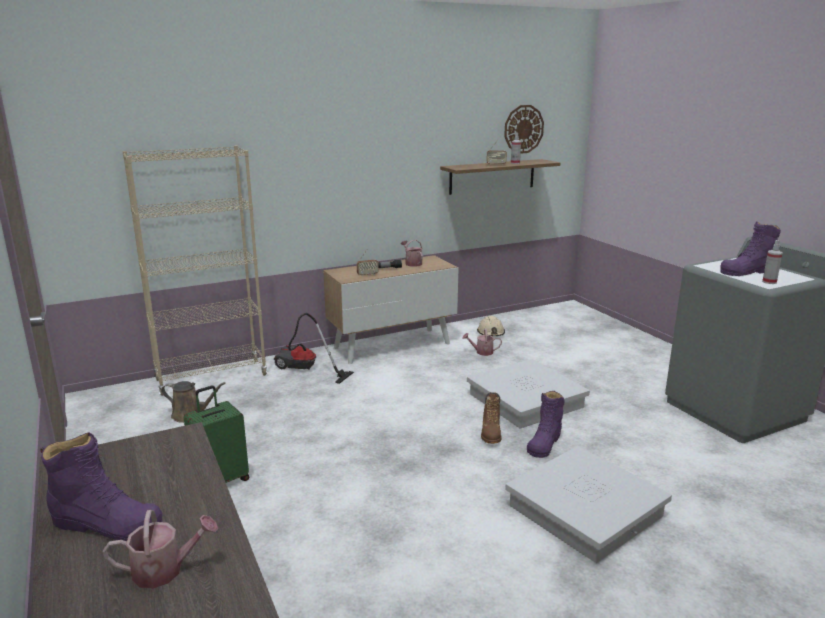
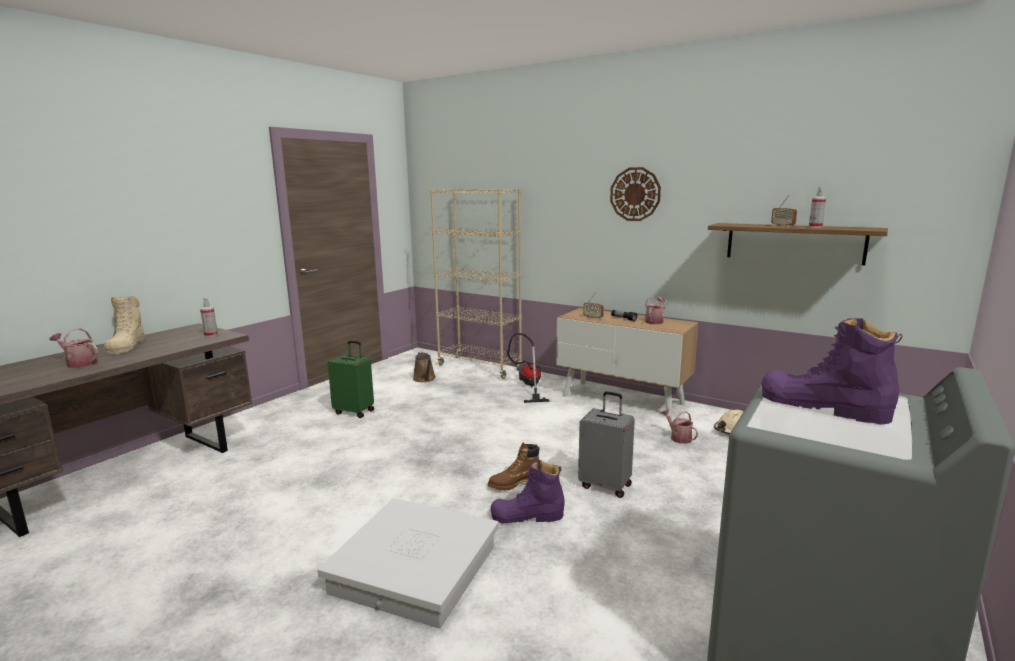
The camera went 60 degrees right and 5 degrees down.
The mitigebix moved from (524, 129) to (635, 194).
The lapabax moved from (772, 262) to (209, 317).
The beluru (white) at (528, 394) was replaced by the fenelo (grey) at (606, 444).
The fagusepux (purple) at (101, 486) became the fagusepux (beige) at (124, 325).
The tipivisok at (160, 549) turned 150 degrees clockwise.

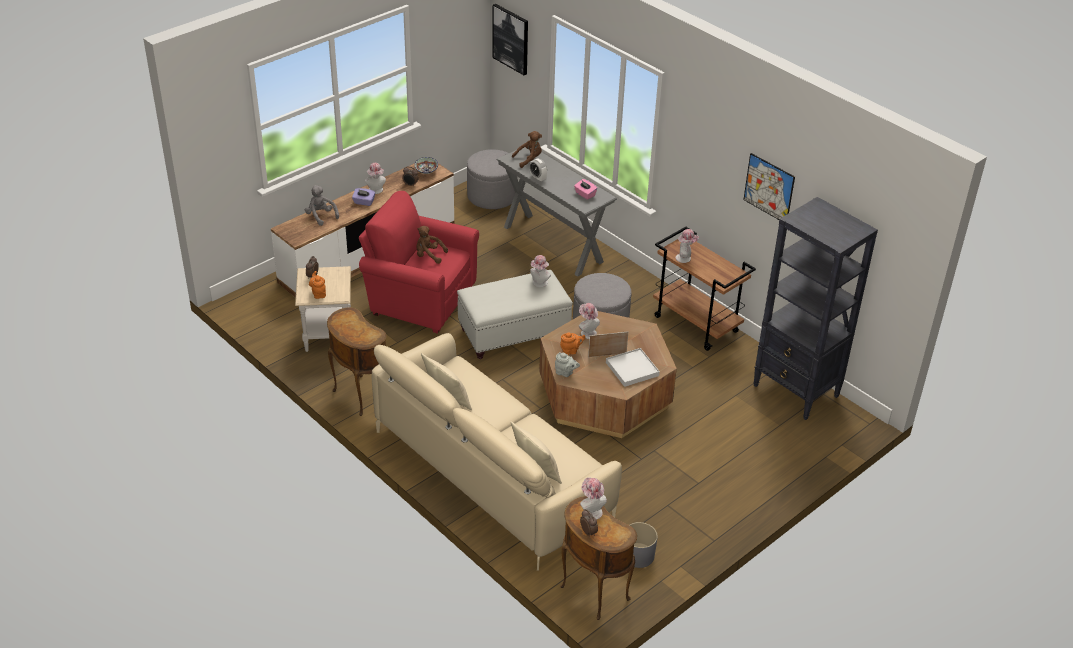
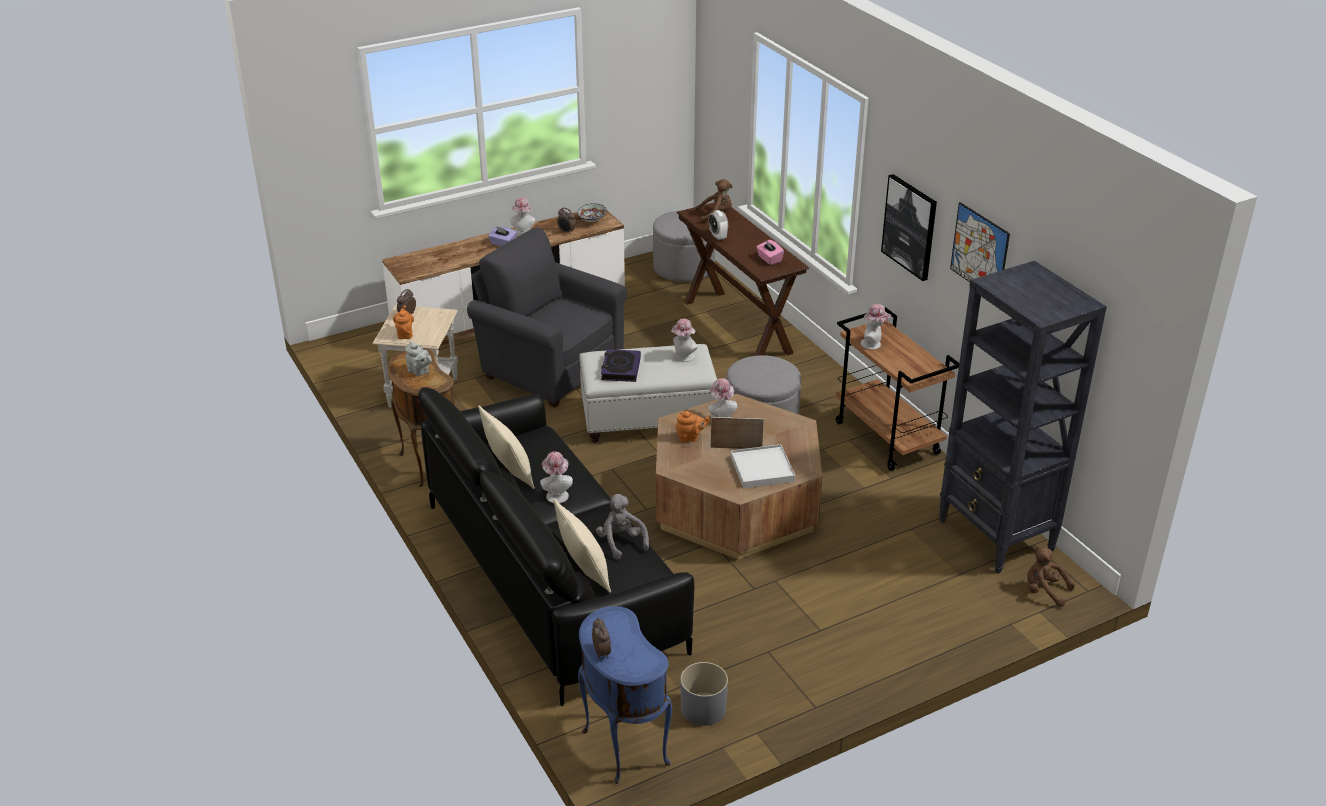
The camera went 15 degrees right and 5 degrees down.
The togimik at (621, 365) appeared.
The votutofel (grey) moved from (322, 205) to (622, 527).
The votutofel (brown) moved from (432, 245) to (1051, 577).
The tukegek moved from (510, 39) to (909, 227).
The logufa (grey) moved from (567, 364) to (418, 359).
The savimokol moved from (593, 498) to (556, 477).
The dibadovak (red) at (419, 262) became the dibadovak (grey) at (547, 318).
The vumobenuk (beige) at (497, 452) became the vumobenuk (black) at (556, 546).
The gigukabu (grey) at (557, 212) became the gigukabu (brown) at (743, 279).
The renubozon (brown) at (598, 558) became the renubozon (blue) at (625, 695).

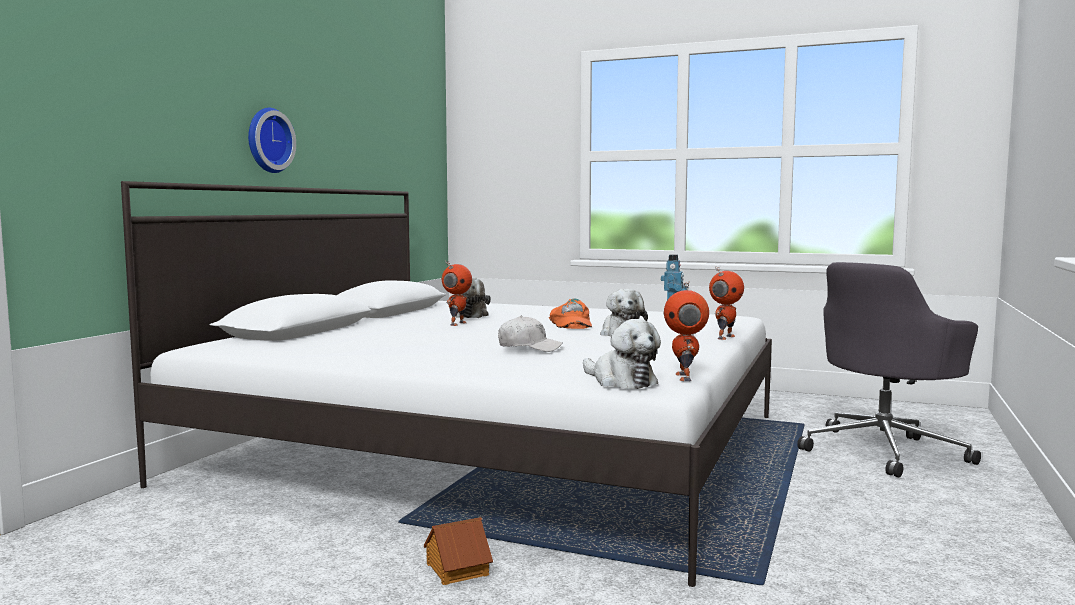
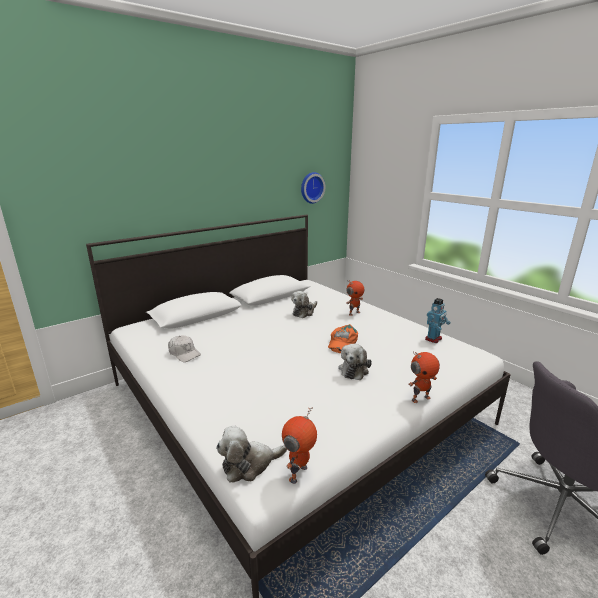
The camera went 30 degrees right and 15 degrees up.
The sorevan at (458, 551) disappeared.
The mitigebix moved from (272, 140) to (313, 188).
The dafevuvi moved from (457, 293) to (355, 298).
The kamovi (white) moved from (530, 334) to (184, 348).
The votutofel at (622, 354) turned 75 degrees clockwise.

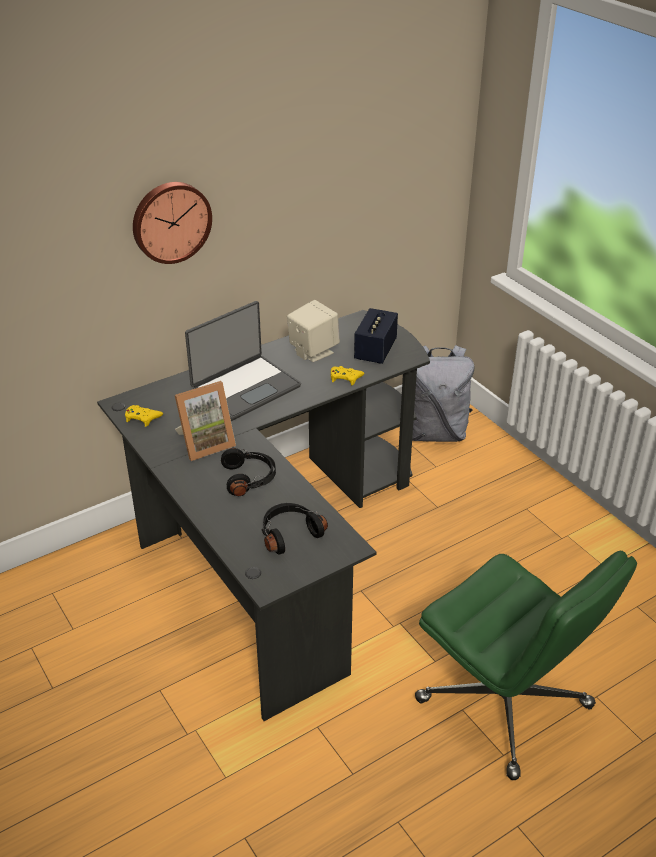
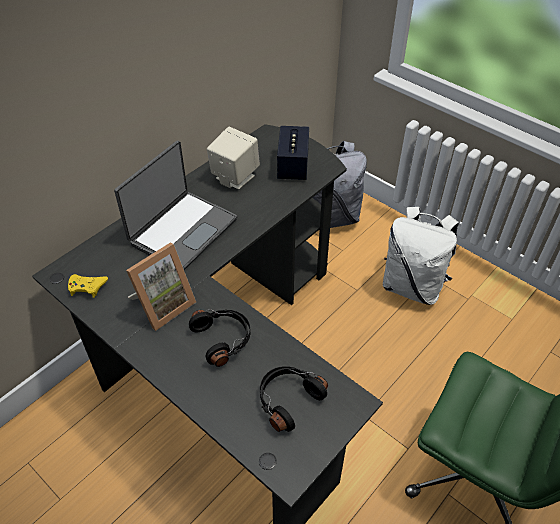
The camera went 15 degrees left and 10 degrees up.
The mitigebix at (172, 223) disappeared.
The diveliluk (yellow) at (347, 376) disappeared.
The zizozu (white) at (421, 256) appeared.

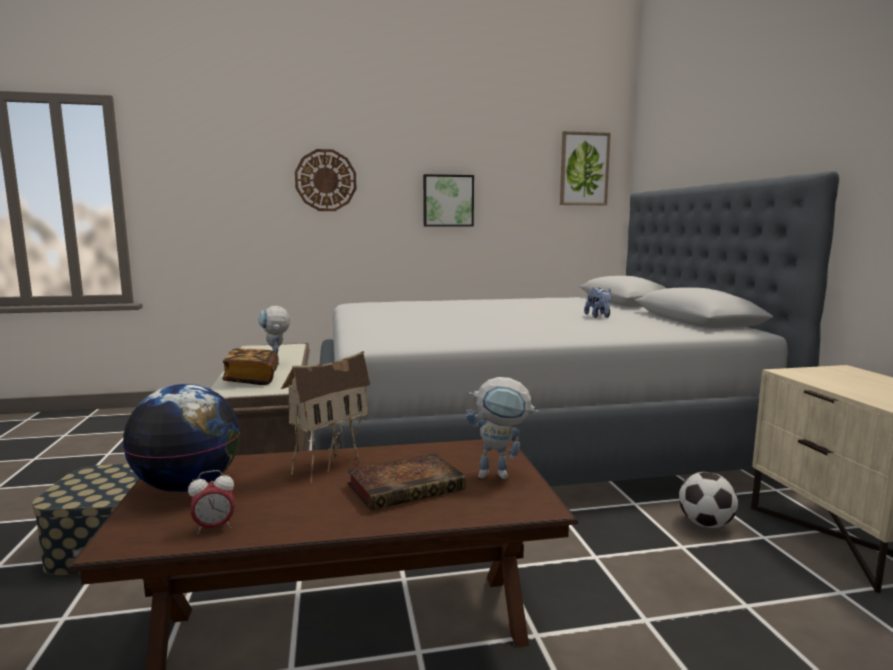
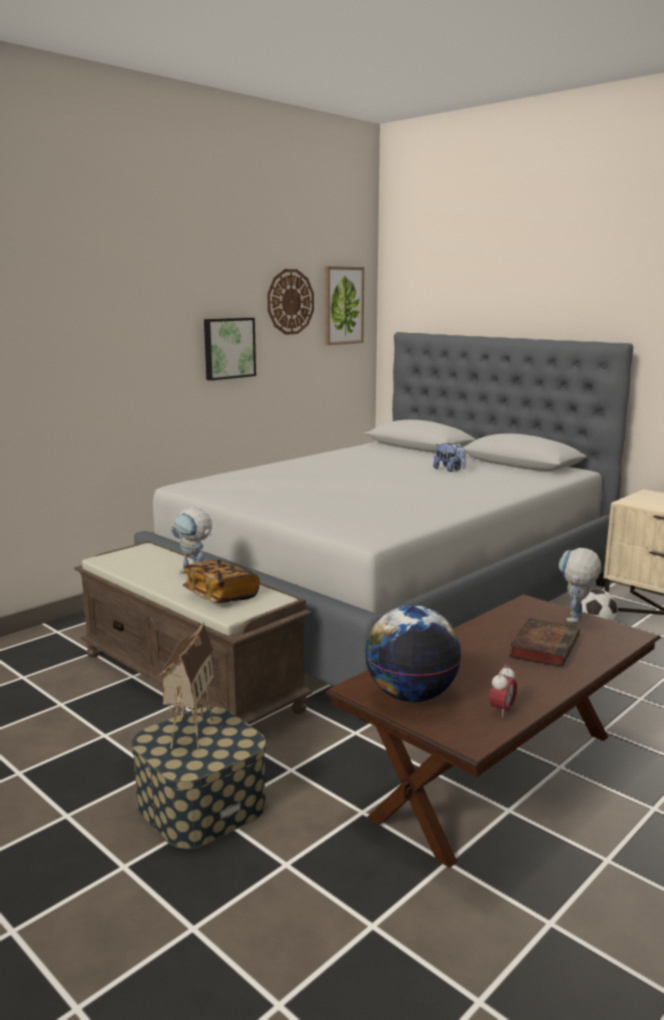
The camera went 35 degrees left and 5 degrees up.
The sorevan moved from (325, 417) to (186, 686).
The mitigebix moved from (326, 180) to (290, 302).
The dafevuvi at (502, 428) turned 150 degrees clockwise.

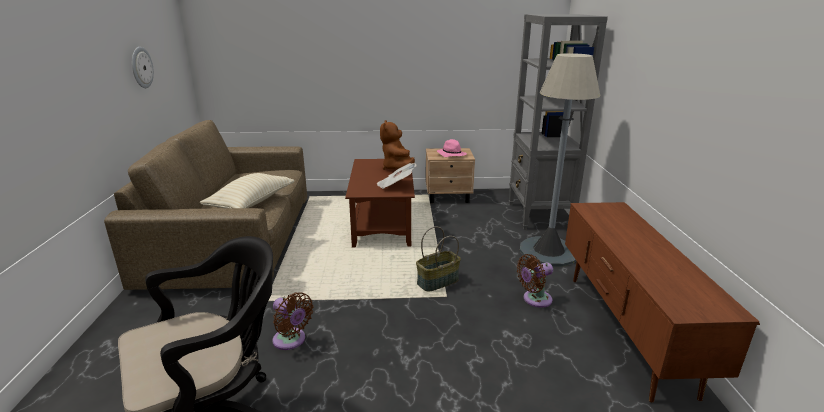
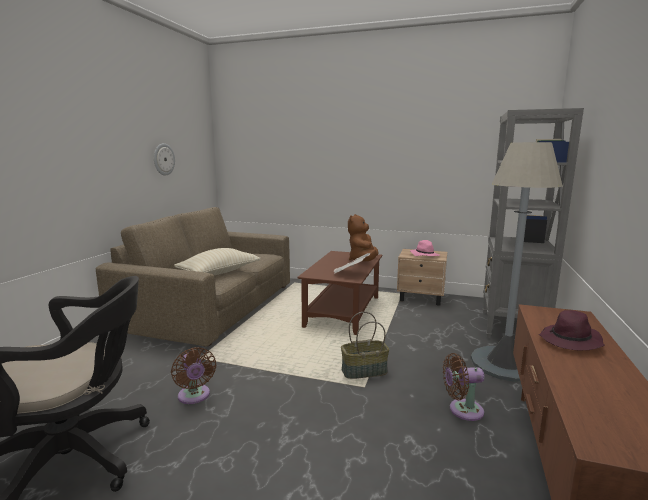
The camera went 20 degrees right and 10 degrees down.
The savimokol (purple) at (572, 330) appeared.

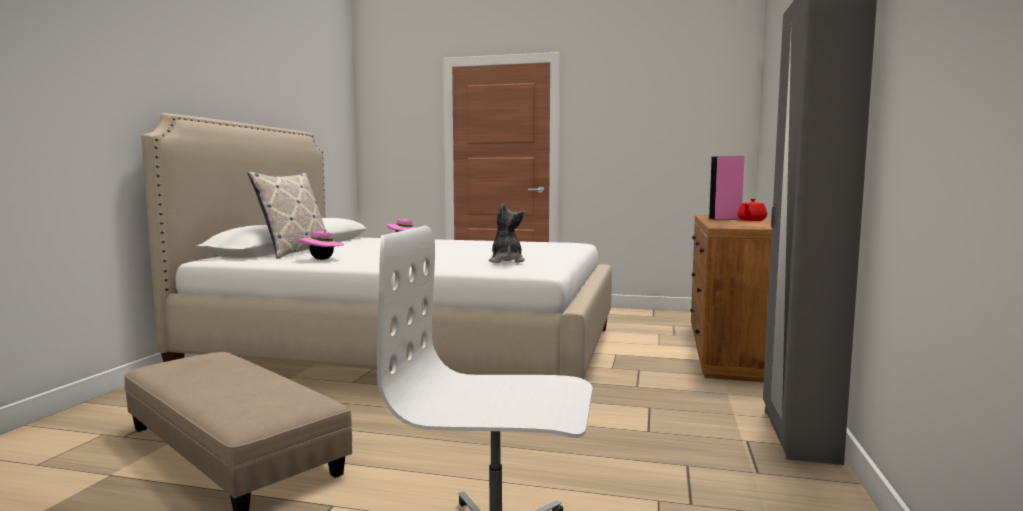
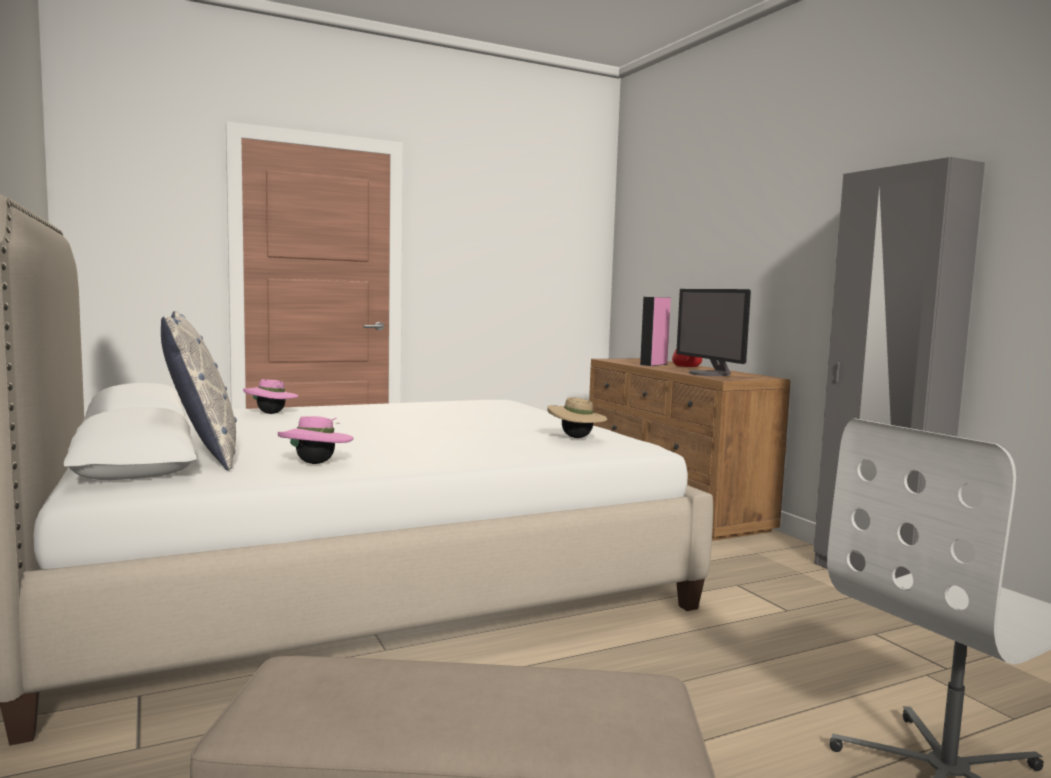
The camera went 40 degrees left and 0 degrees up.
The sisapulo at (713, 332) appeared.
The votutofel at (507, 233) was replaced by the savimokol (beige) at (577, 417).

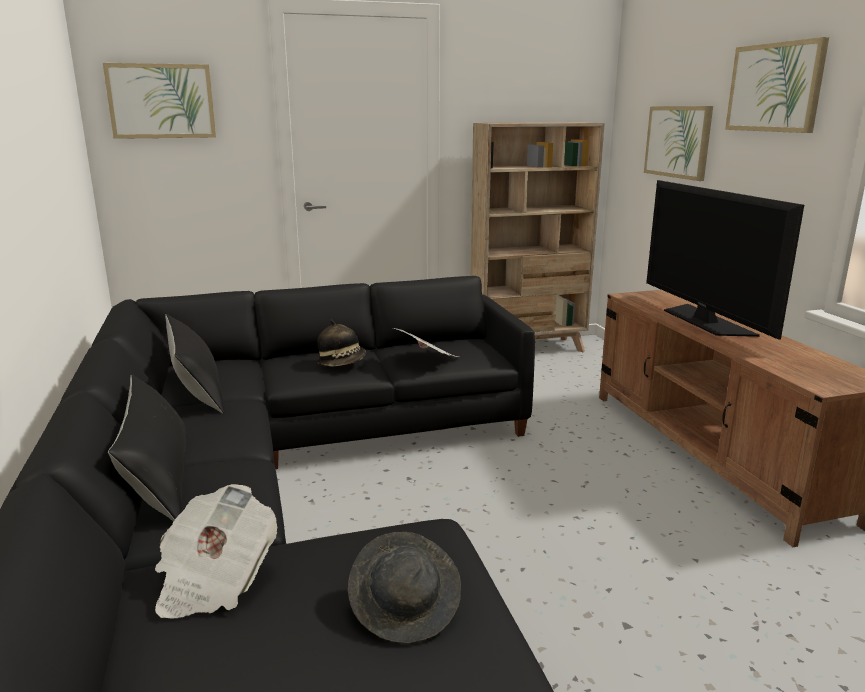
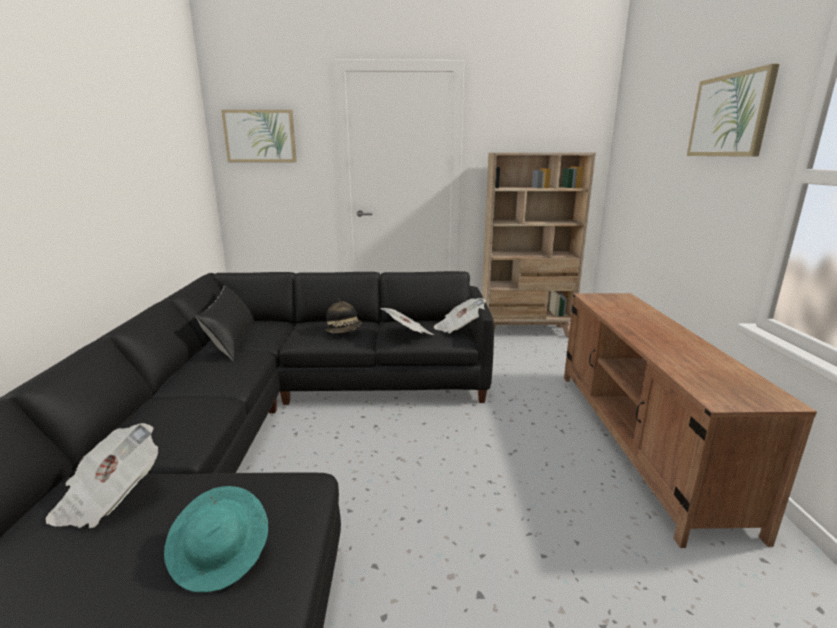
The camera went 15 degrees right and 0 degrees up.
The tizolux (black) at (148, 448) disappeared.
The tukegek at (678, 143) disappeared.
The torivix at (725, 260) disappeared.
The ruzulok at (460, 315) appeared.
The savimokol (grey) at (404, 587) became the savimokol (turquoise) at (216, 539).

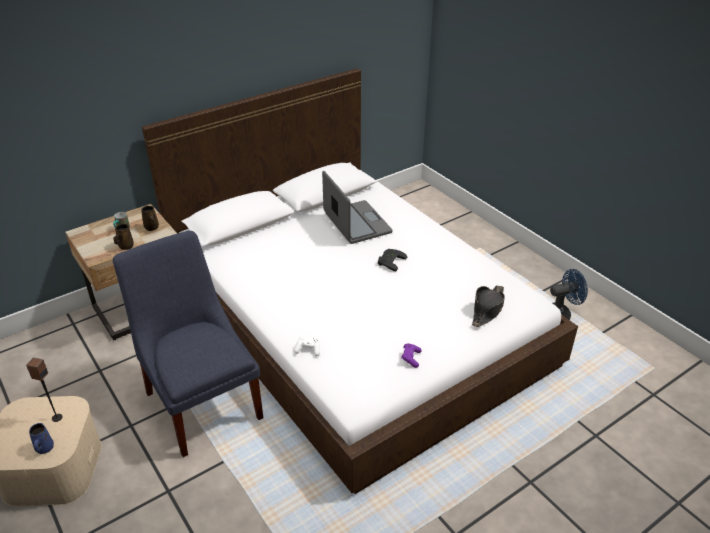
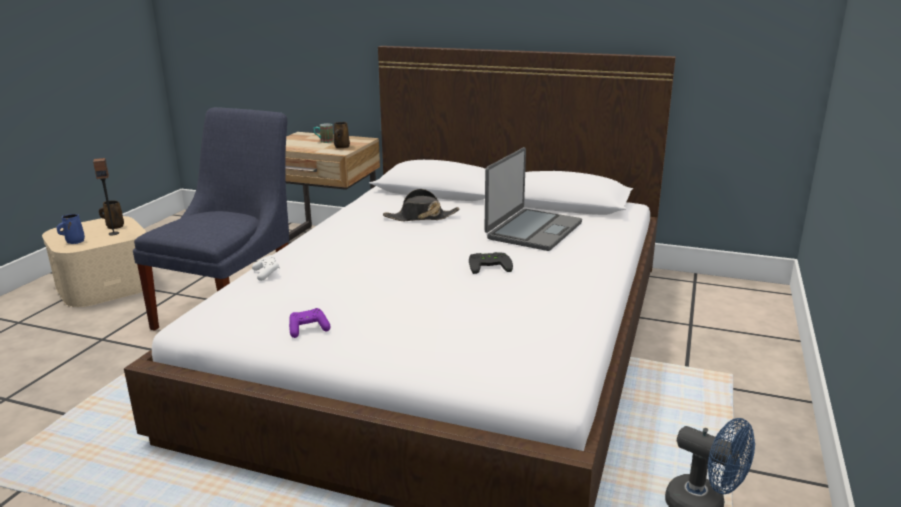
The camera went 55 degrees right and 15 degrees down.
The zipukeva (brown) moved from (123, 237) to (111, 214).
The savimokol (black) moved from (488, 306) to (421, 205).

